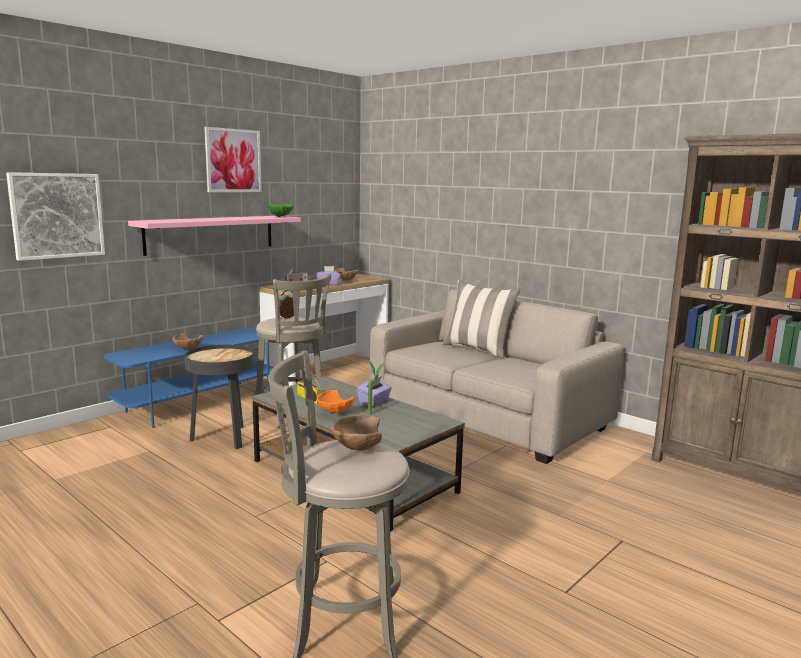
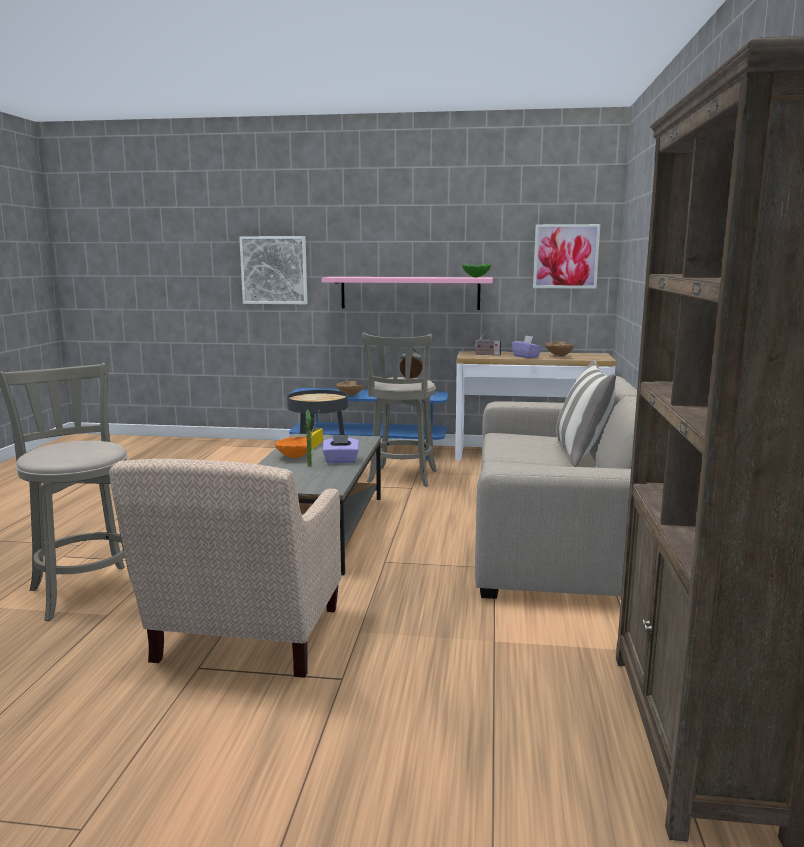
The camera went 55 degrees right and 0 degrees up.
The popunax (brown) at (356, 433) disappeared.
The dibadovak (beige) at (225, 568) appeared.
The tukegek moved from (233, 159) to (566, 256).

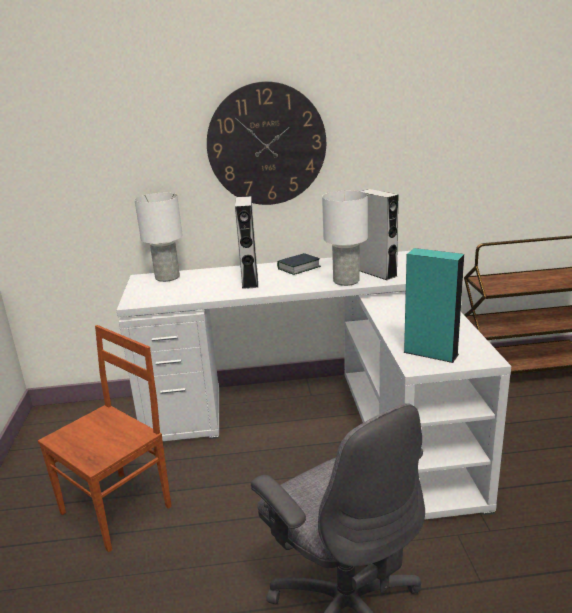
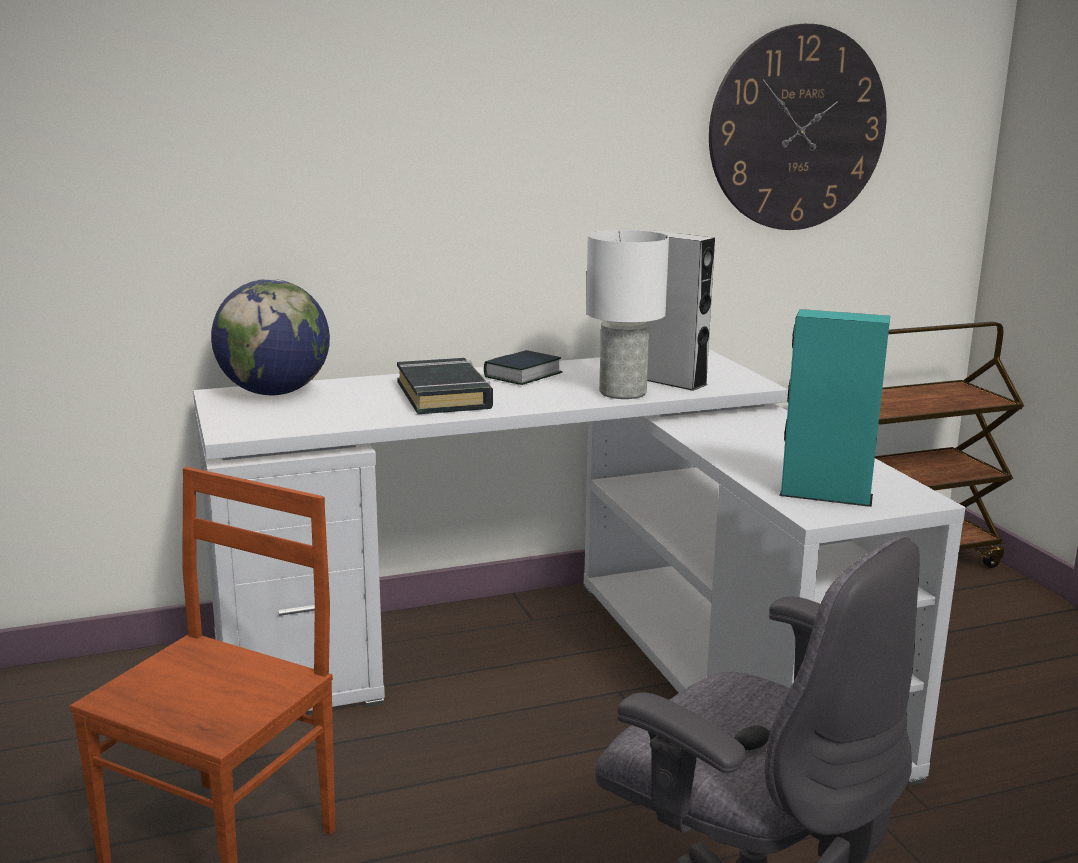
The camera went 15 degrees left and 5 degrees down.
The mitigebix moved from (266, 143) to (798, 127).
The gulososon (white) at (158, 237) was replaced by the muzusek at (270, 337).
The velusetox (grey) at (246, 242) was replaced by the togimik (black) at (445, 386).

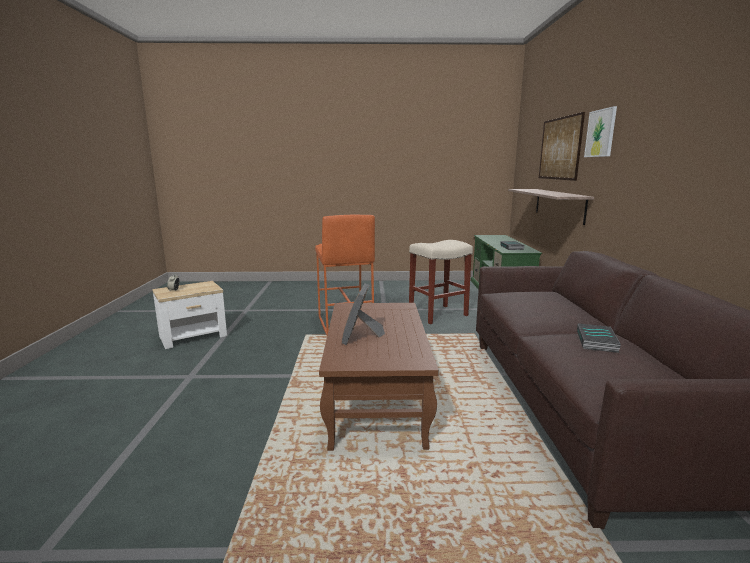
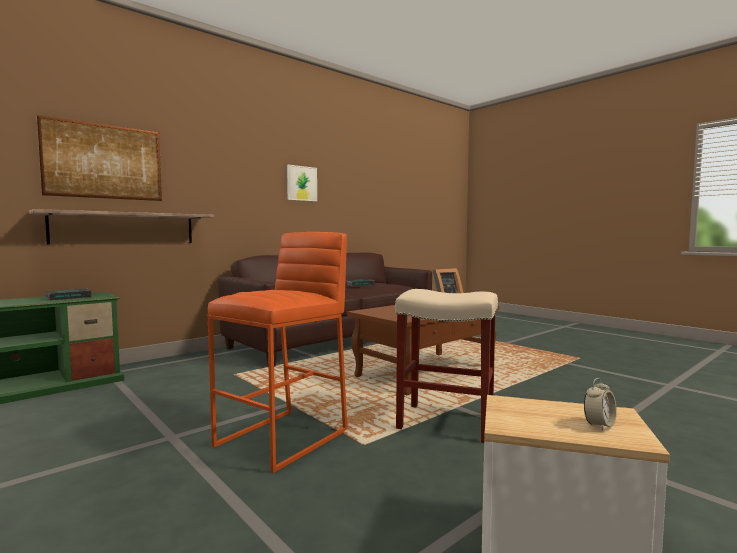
The camera went 130 degrees left and 10 degrees down.
The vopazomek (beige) moved from (441, 282) to (446, 366).
The tukegek moved from (600, 131) to (302, 183).

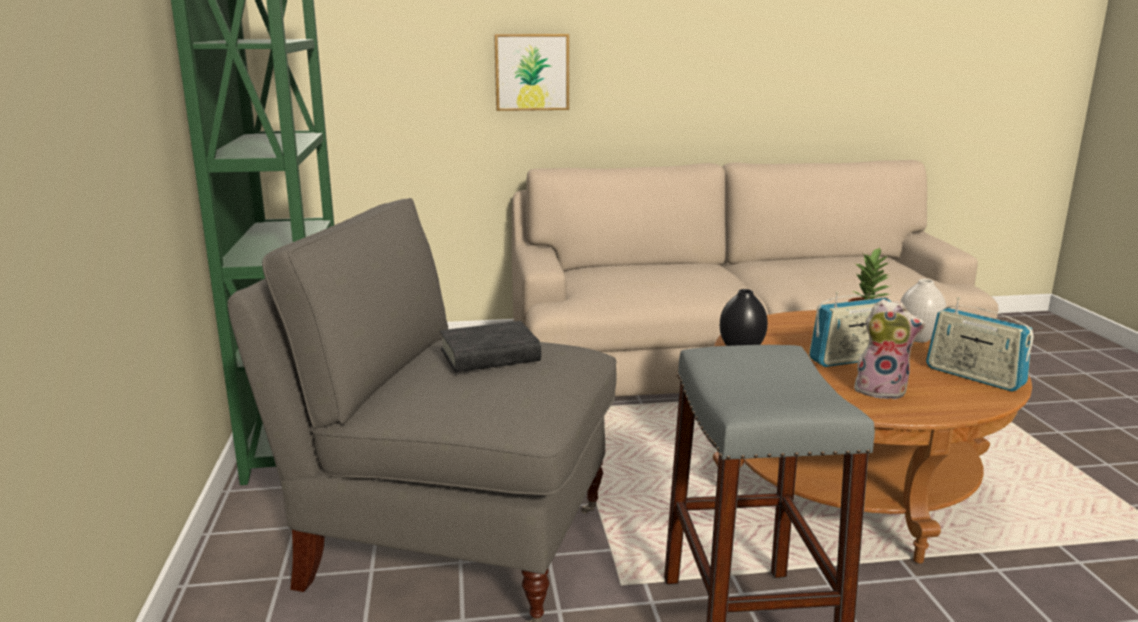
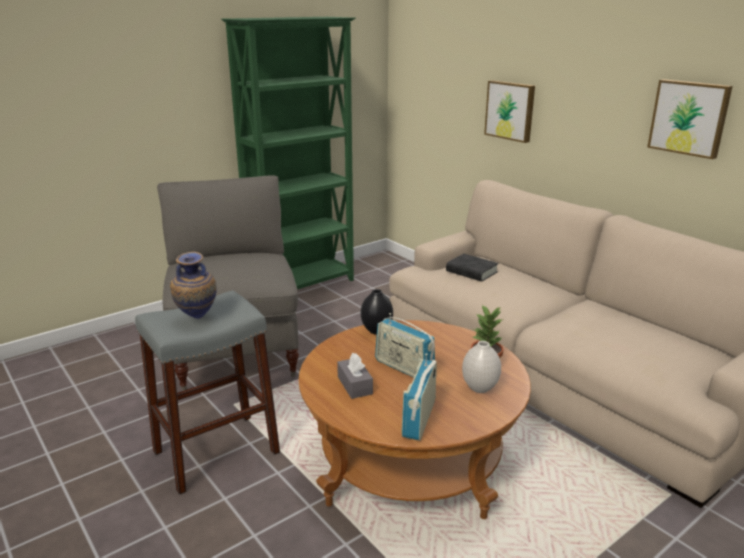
The camera went 60 degrees right and 5 degrees up.
The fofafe at (193, 285) appeared.
The tukegek at (690, 119) appeared.
The togimik (black) moved from (490, 346) to (472, 268).
The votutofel at (890, 349) was replaced by the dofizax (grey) at (355, 376).

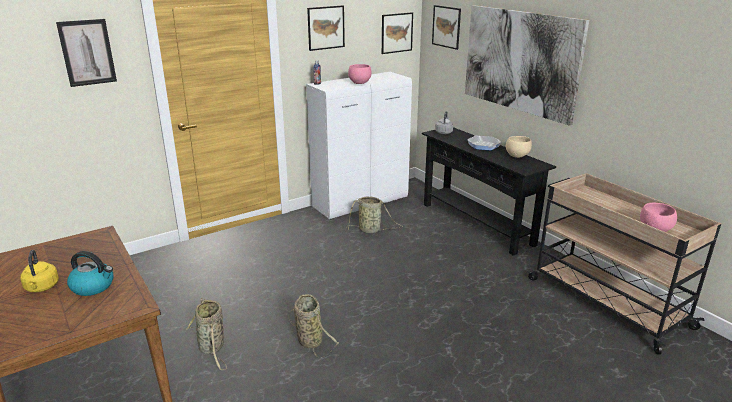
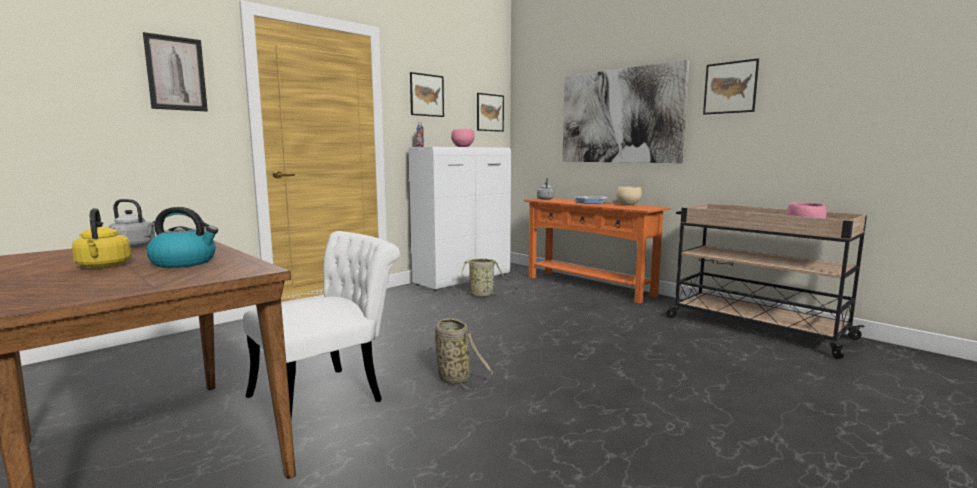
The camera went 10 degrees left and 15 degrees down.
The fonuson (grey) at (131, 223) appeared.
The tukegek moved from (446, 27) to (731, 86).
The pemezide at (207, 334) was replaced by the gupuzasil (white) at (321, 325).
The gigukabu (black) at (489, 191) became the gigukabu (orange) at (597, 251).

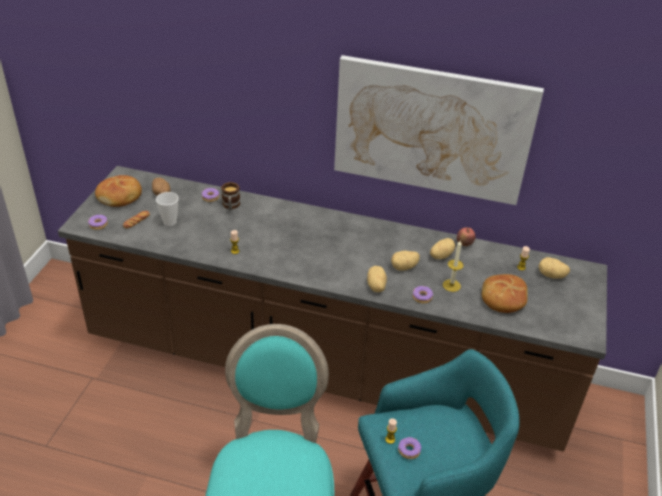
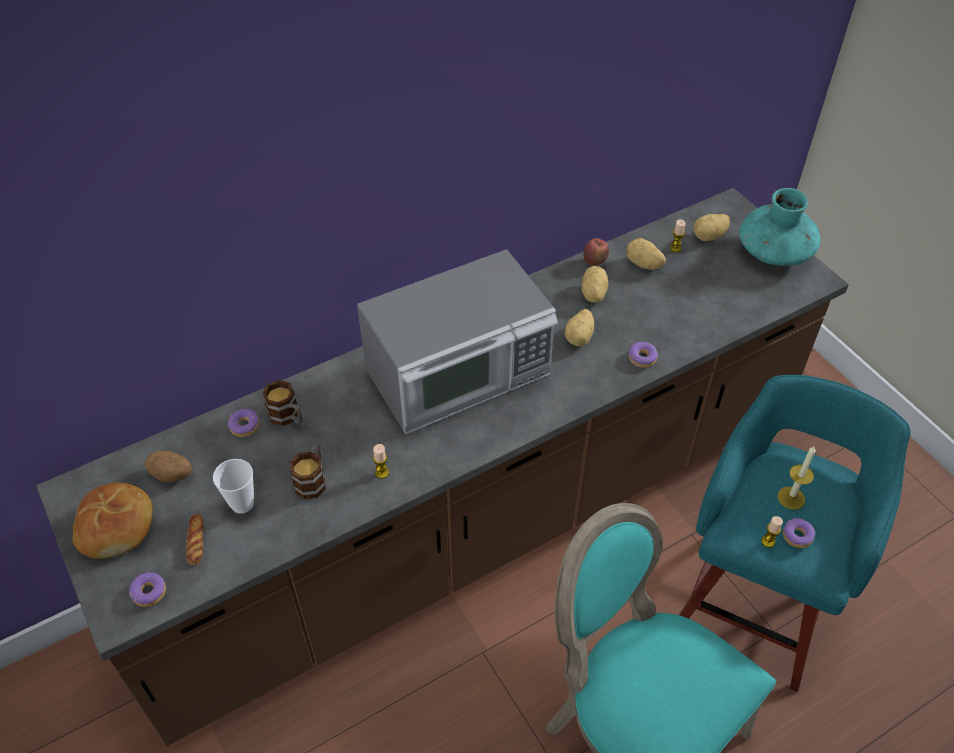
The camera went 45 degrees left and 10 degrees up.
The tukegek at (439, 130) disappeared.
The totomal at (505, 293) disappeared.
The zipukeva at (308, 471) appeared.
The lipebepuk at (457, 341) appeared.
The fofafe (turquoise) at (779, 227) appeared.
The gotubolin moved from (377, 279) to (646, 254).
The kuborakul moved from (453, 266) to (797, 478).

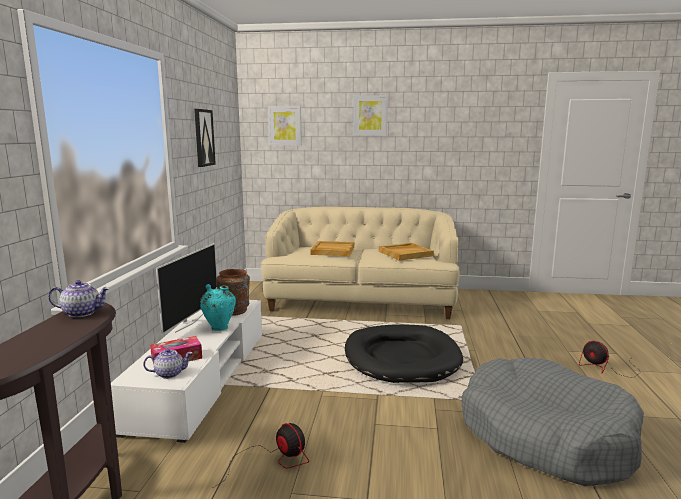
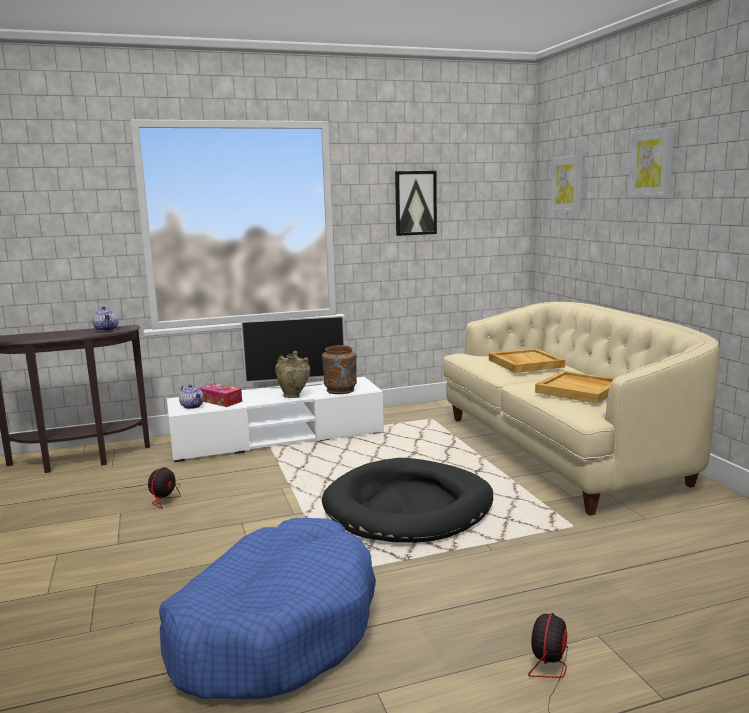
The camera went 65 degrees right and 0 degrees up.
The fofafe (turquoise) at (218, 307) became the fofafe (beige) at (293, 374).
The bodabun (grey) at (553, 422) became the bodabun (blue) at (267, 608).

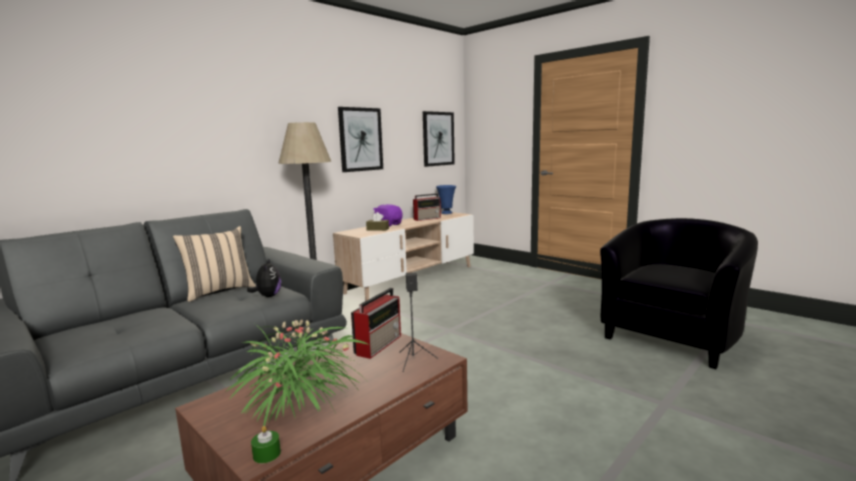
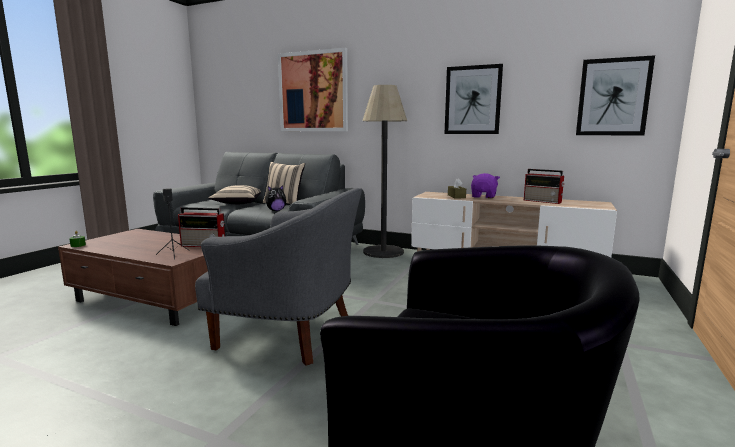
The camera went 70 degrees right and 0 degrees up.
The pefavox at (298, 373) disappeared.
The fofafe (blue) at (446, 199) disappeared.
The dibadovak (grey) at (278, 277) appeared.
The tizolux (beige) at (234, 194) appeared.
The tukegek at (313, 89) appeared.

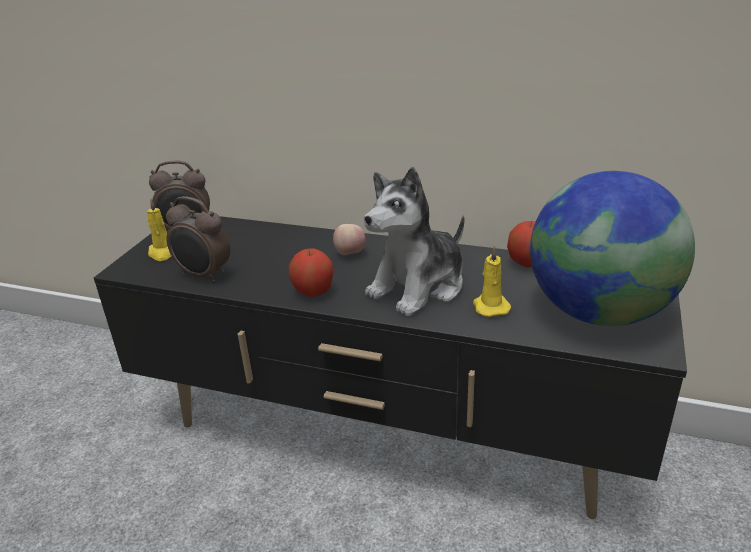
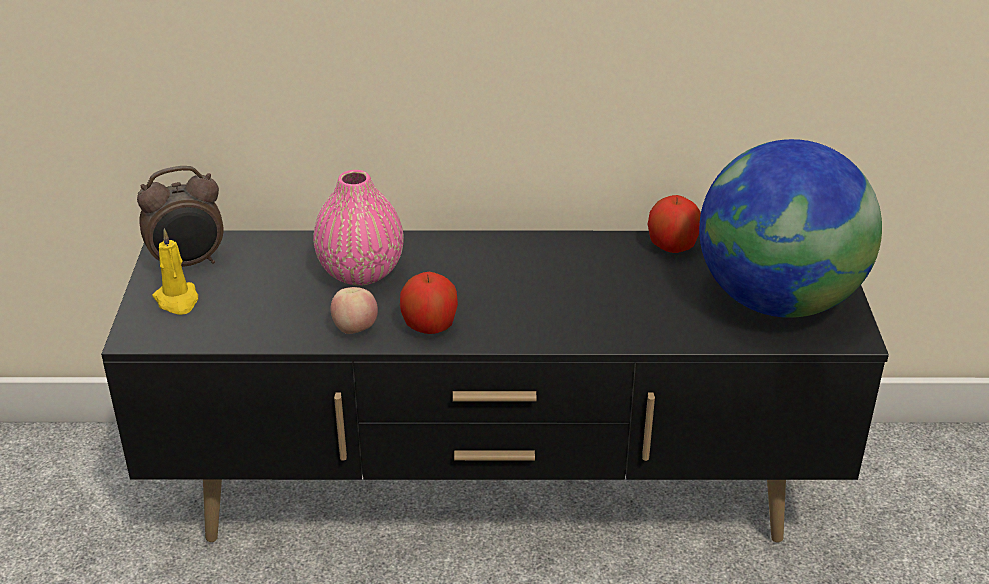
The camera went 20 degrees left and 5 degrees up.
The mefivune at (198, 239) disappeared.
The votutofel at (414, 241) disappeared.
The kuborakul (yellow) at (492, 281) disappeared.
The fofafe (pink) at (358, 228) appeared.
The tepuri moved from (349, 239) to (354, 310).

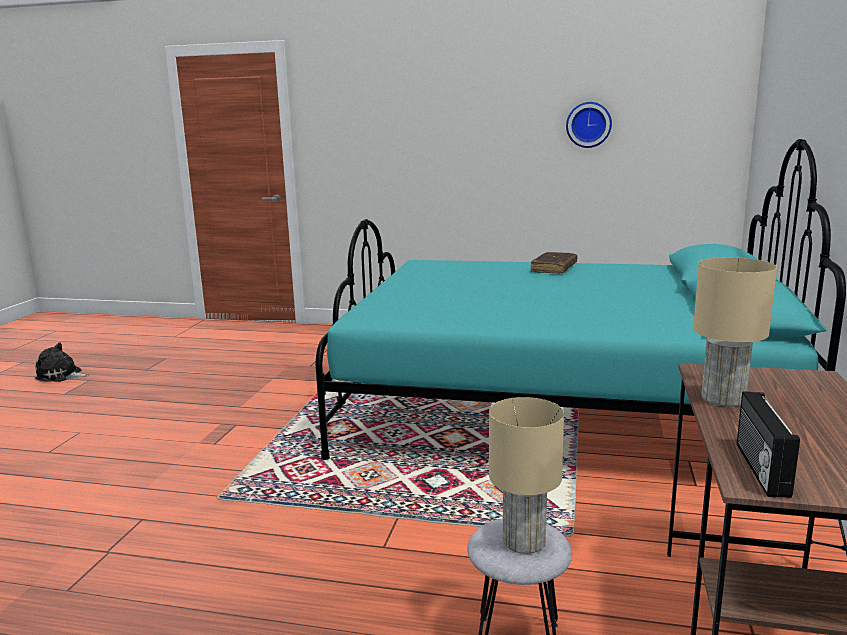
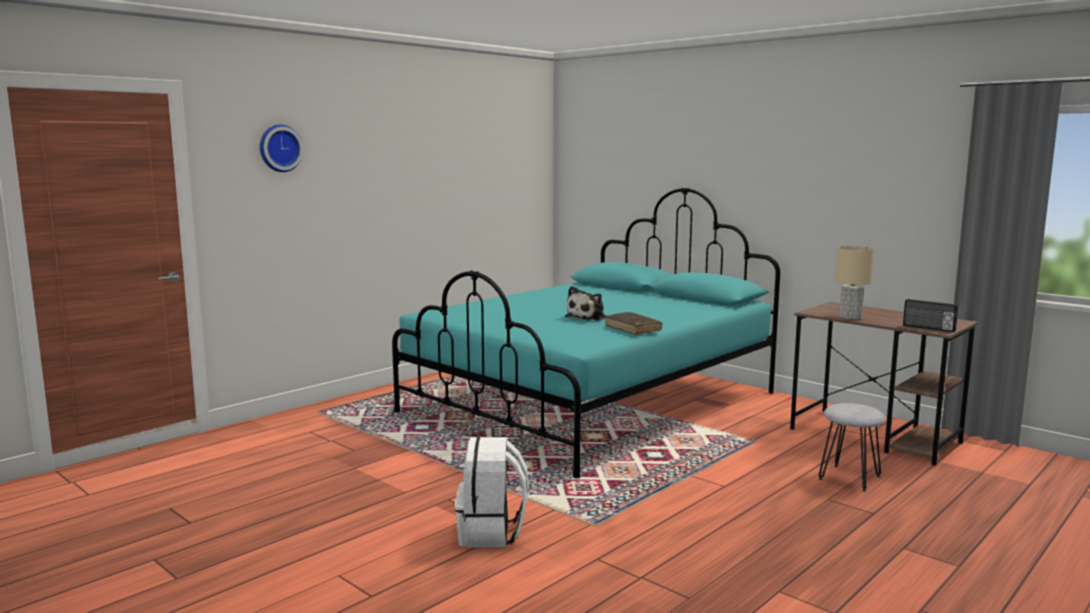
The camera went 60 degrees left and 5 degrees down.
The gulososon (beige) at (526, 475) disappeared.
The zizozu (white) at (492, 492) appeared.
The votutofel moved from (62, 362) to (586, 303).
The togimik (brown) moved from (554, 263) to (633, 323).
The mitigebix moved from (589, 125) to (281, 148).

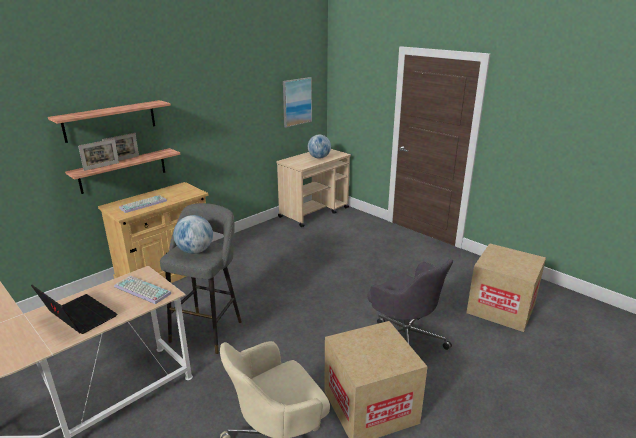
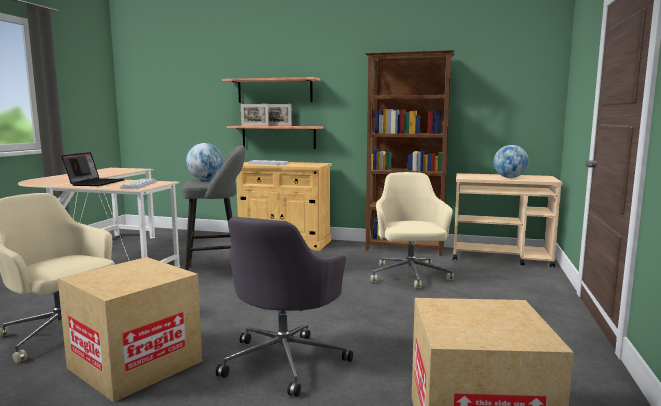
The camera went 60 degrees right and 15 degrees down.
The tukegek at (297, 102) disappeared.
The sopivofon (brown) at (409, 153) appeared.
The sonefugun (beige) at (412, 230) appeared.

